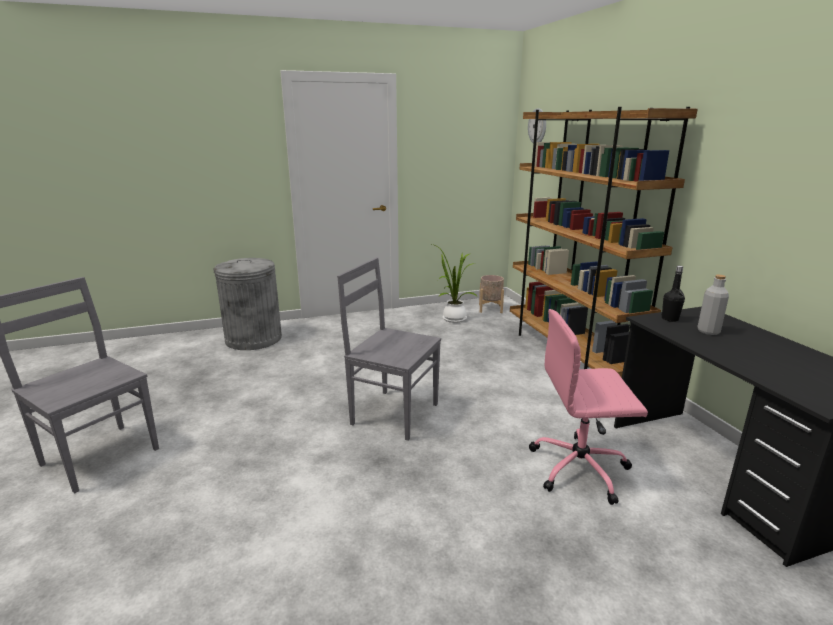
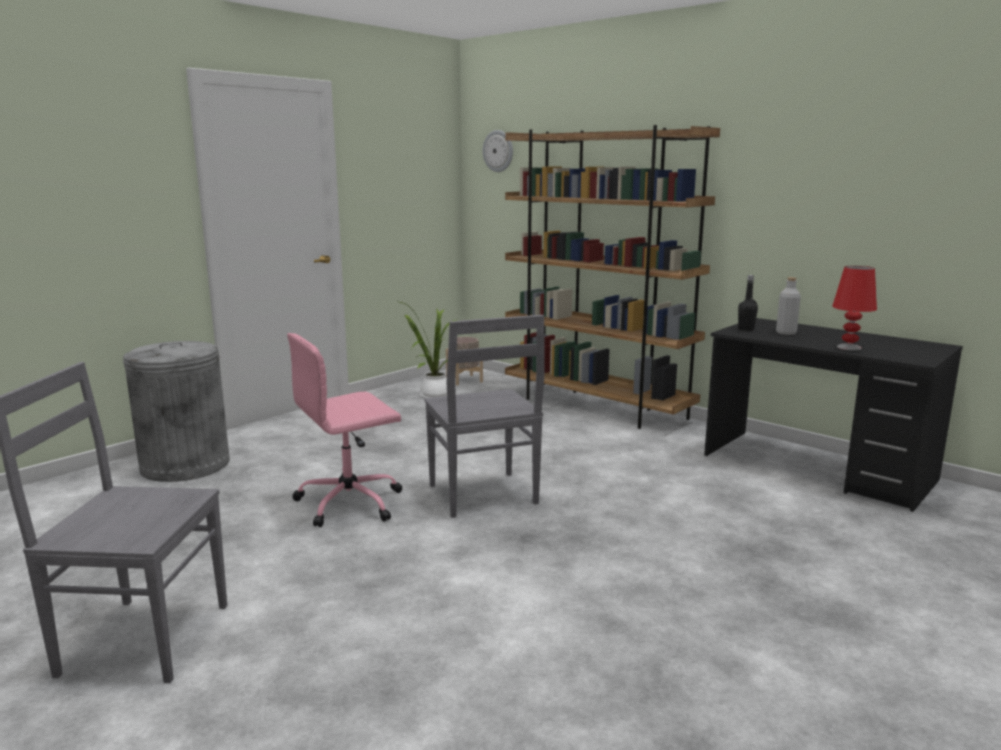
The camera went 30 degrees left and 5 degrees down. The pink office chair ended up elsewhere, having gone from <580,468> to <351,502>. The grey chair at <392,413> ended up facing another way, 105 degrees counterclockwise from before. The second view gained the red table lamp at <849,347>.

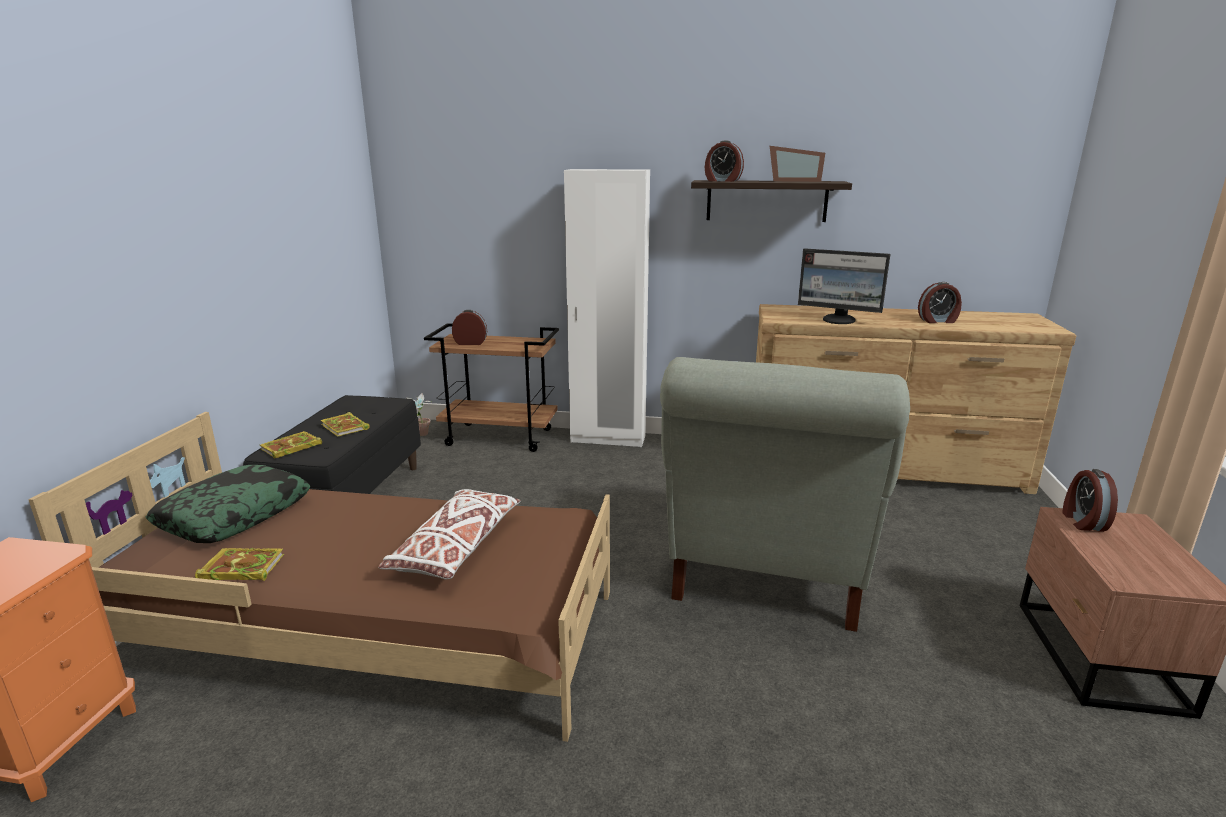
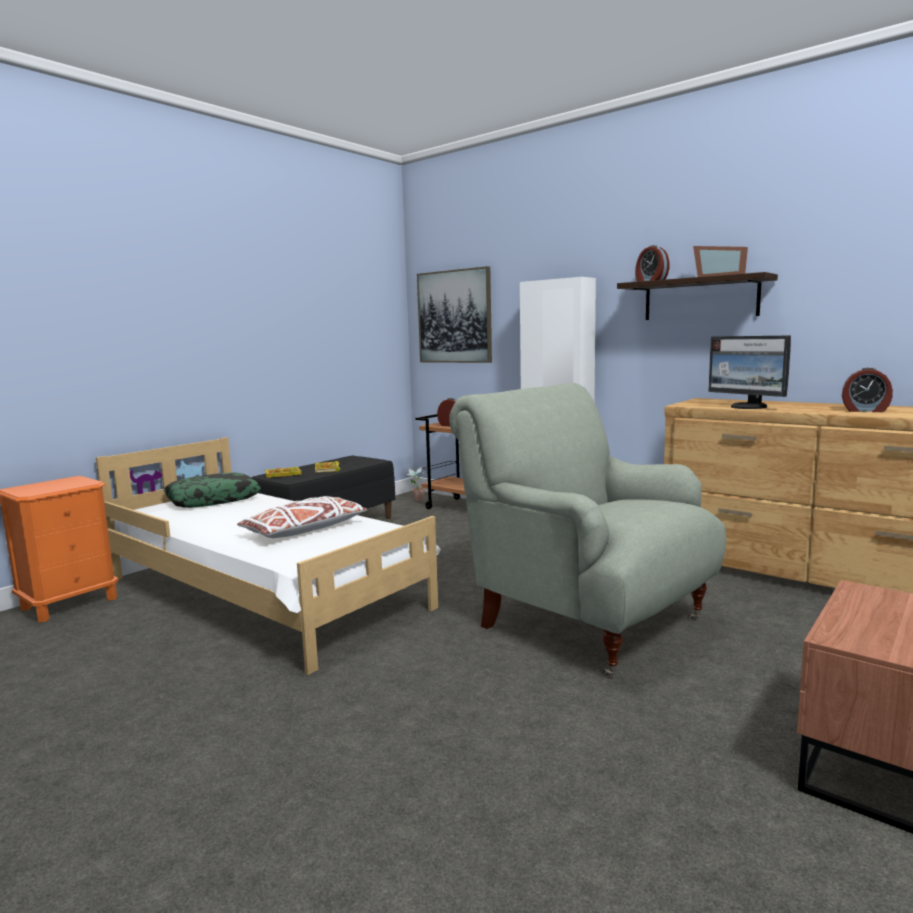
The camera went 30 degrees right and 10 degrees down. What was the brown bed at <375,629> turned into the white bed at <266,593>. The second view gained the picture at <454,317>. The grey armchair at <767,570> ended up facing another way, 90 degrees clockwise from before. The second view lost the book at <240,568>. The second view lost the alarm clock at <1082,521>.

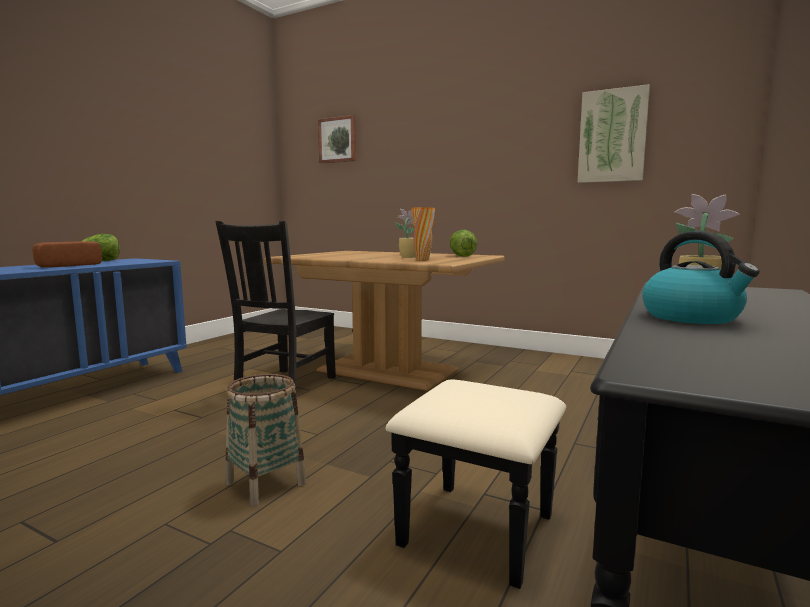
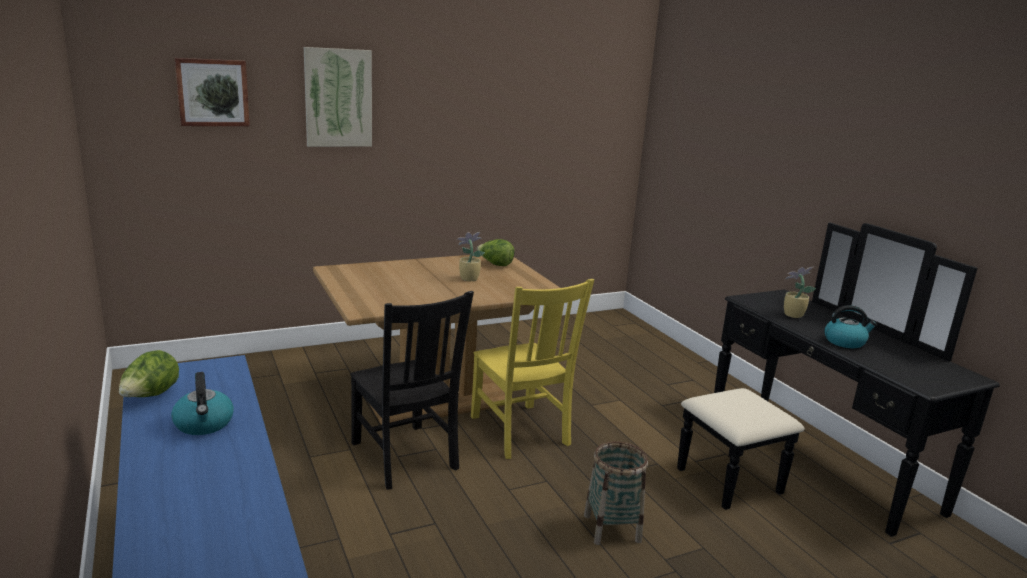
The camera went 55 degrees left and 10 degrees up. Where the bread stood at <66,265>, the kettle came to stand at <204,424>. The picture ended up elsewhere, having gone from <612,136> to <338,98>. The second view gained the yellow chair at <521,432>. The second view lost the orange vase at <422,260>.

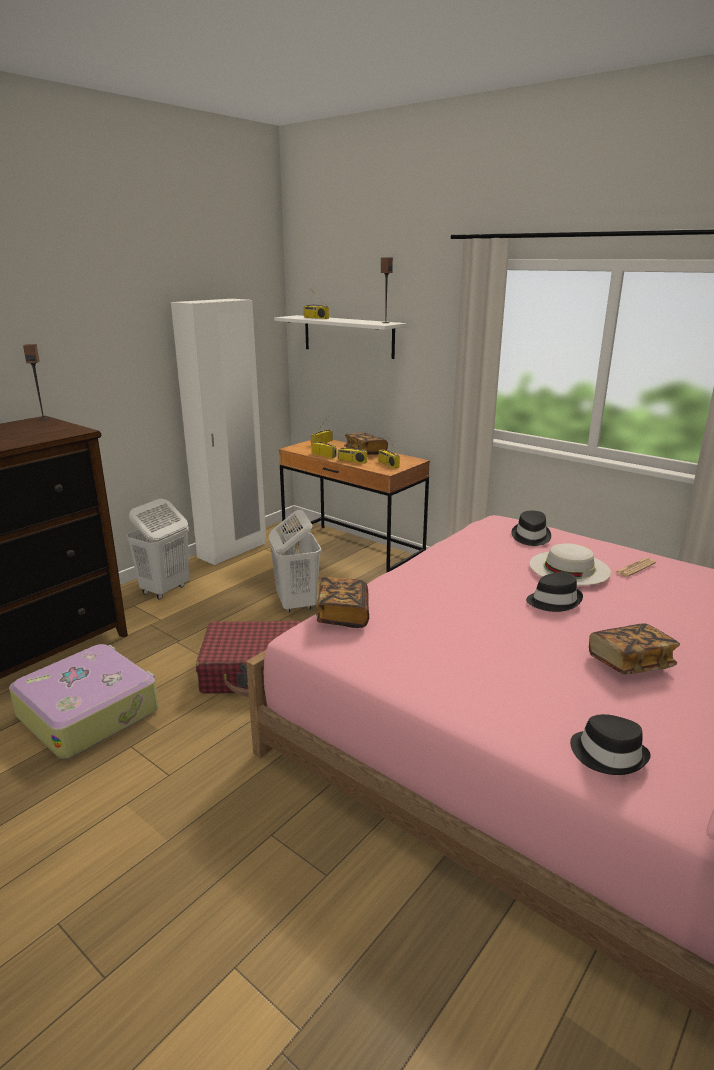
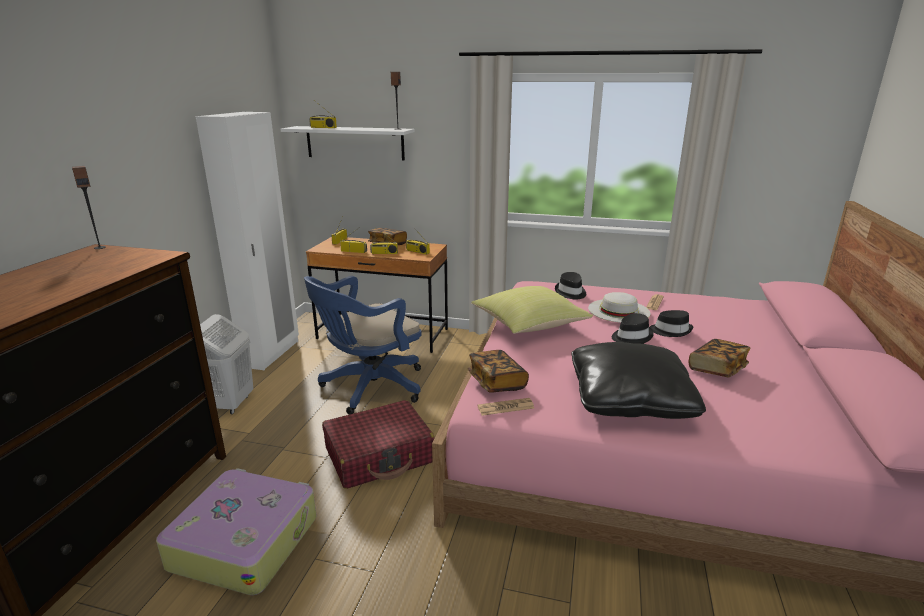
The camera went 25 degrees left and 0 degrees up. Where the white laundry basket stood at <296,604>, the blue office chair came to stand at <369,388>. The second view gained the yellow pillow at <529,326>. The second view gained the newspaper at <505,407>. The second view gained the black pillow at <629,399>. The black hat ended up elsewhere, having gone from <608,754> to <671,330>.

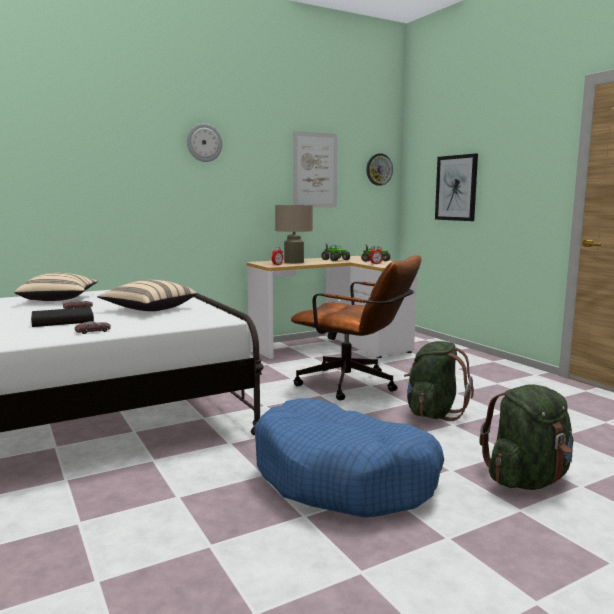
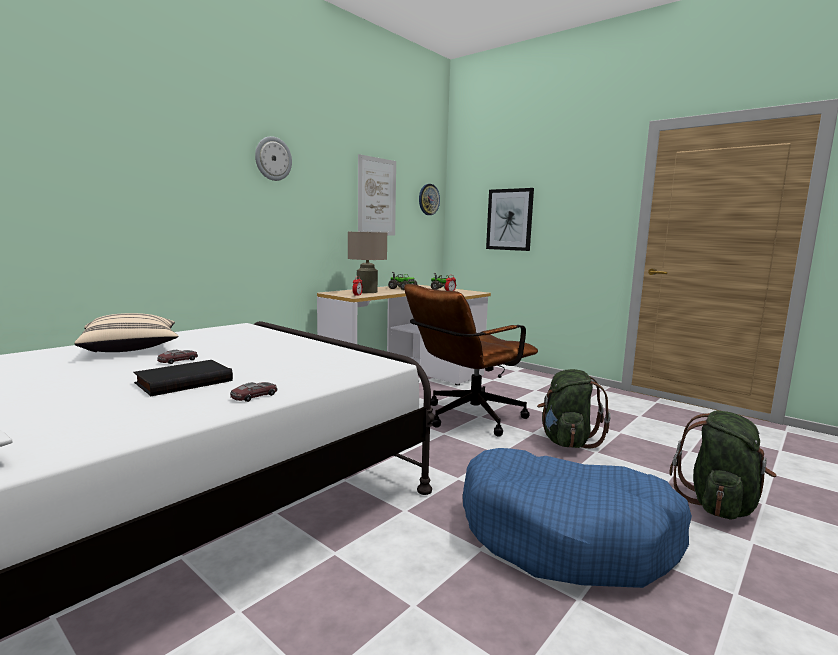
The camera went 20 degrees left and 0 degrees up. The brown office chair at <355,385> ended up facing another way, 135 degrees clockwise from before. The second view lost the beige pillow at <149,309>.

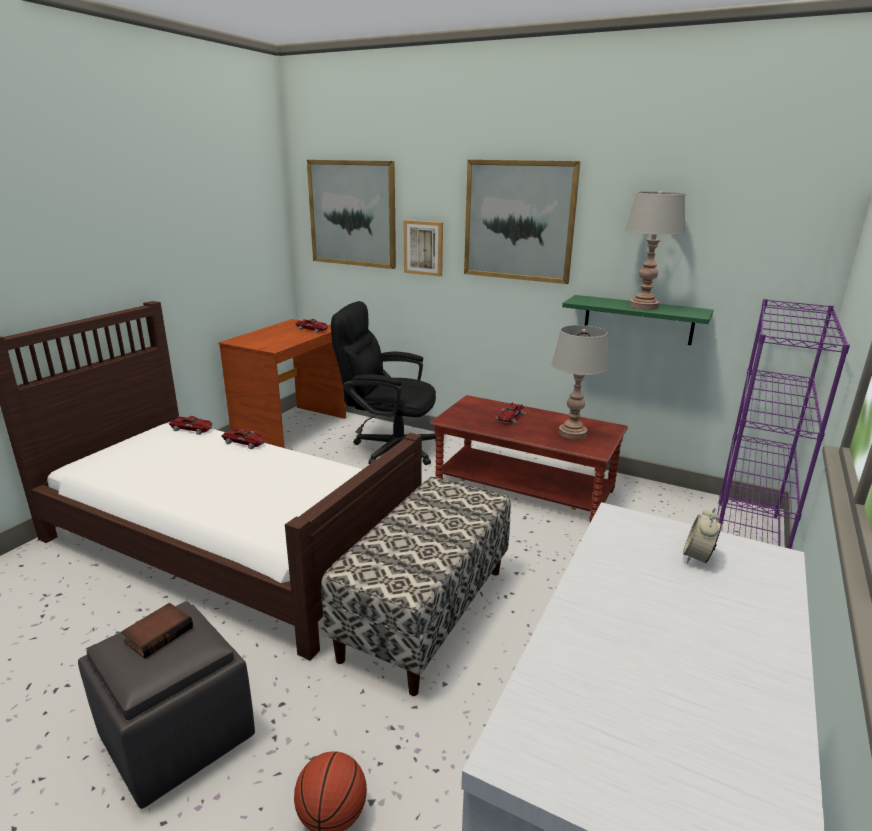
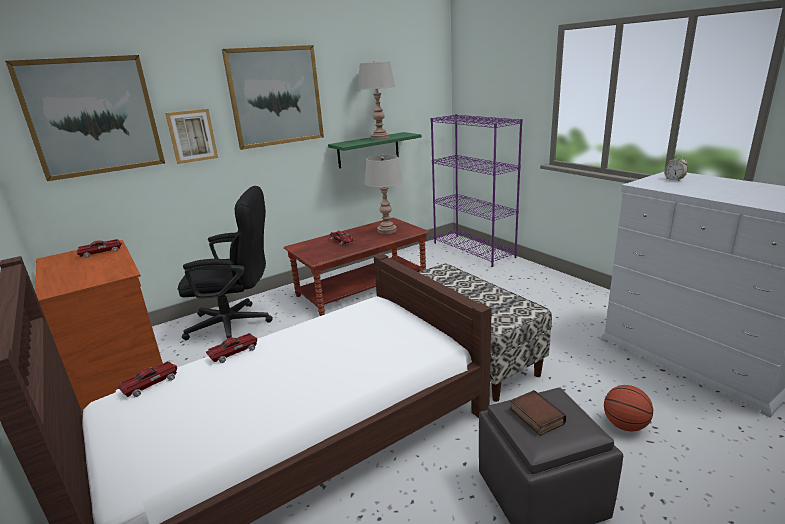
The camera went 60 degrees left and 0 degrees up. The black office chair at <389,447> ended up facing another way, 135 degrees counterclockwise from before.

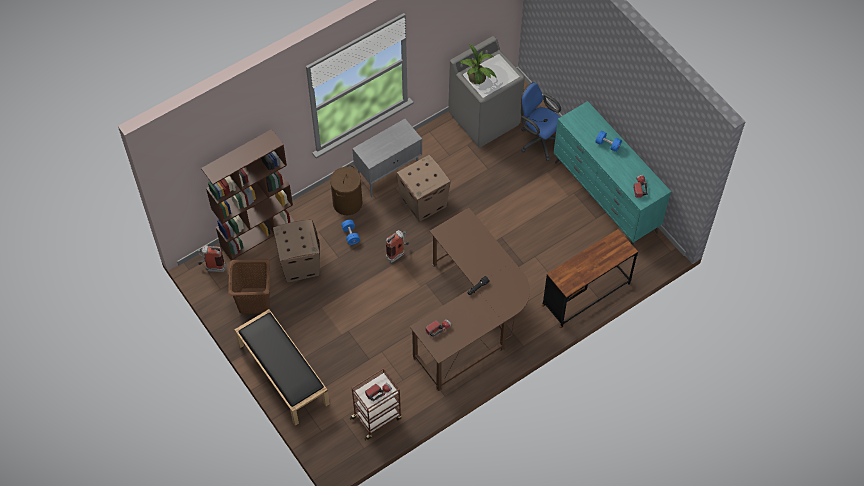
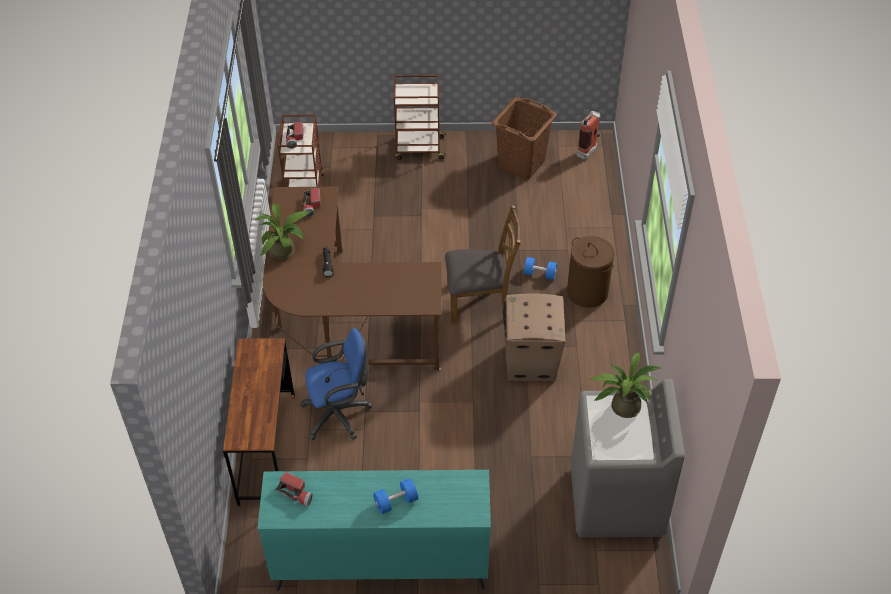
The camera went 125 degrees right and 10 degrees down. The second view gained the potted plant at <285,251>. The blue office chair ended up elsewhere, having gone from <538,140> to <340,414>. Where the black bench stood at <282,373>, the brown cart came to stand at <418,148>. Where the fire extinguisher stood at <398,254>, the brown chair came to stand at <480,302>. The second view lost the brown bookcase at <258,233>. The second view lost the cardboard box at <300,264>. The second view lost the grey cabinet at <389,173>.

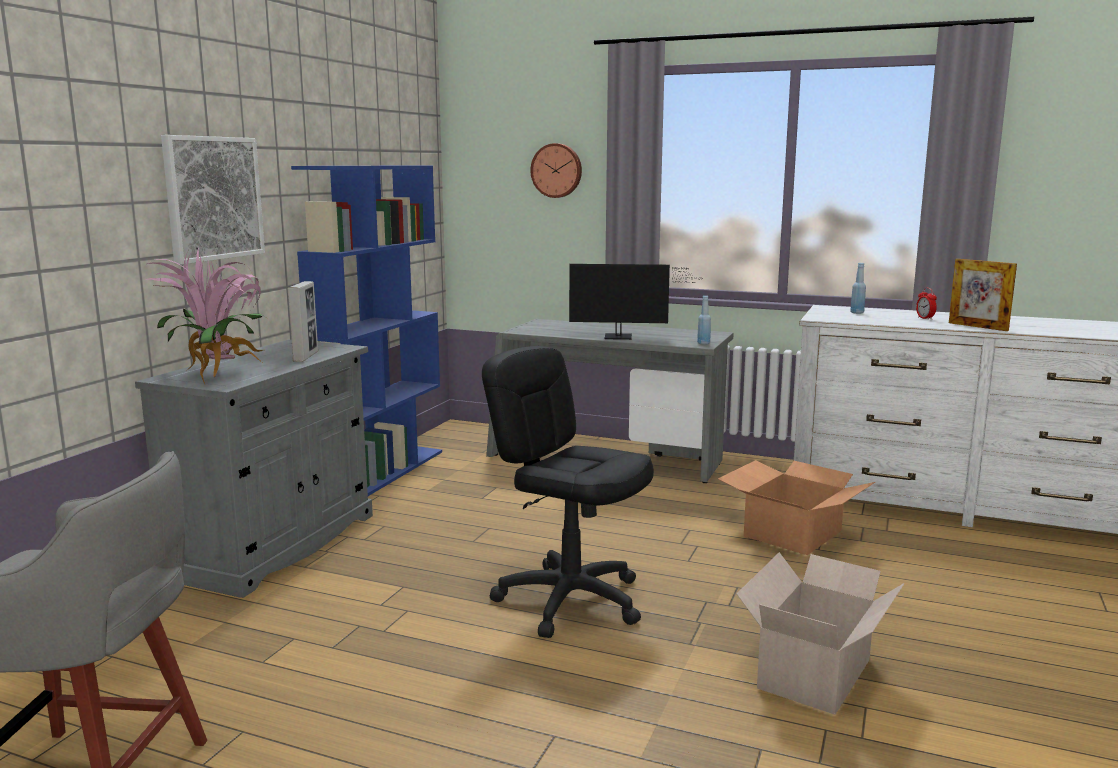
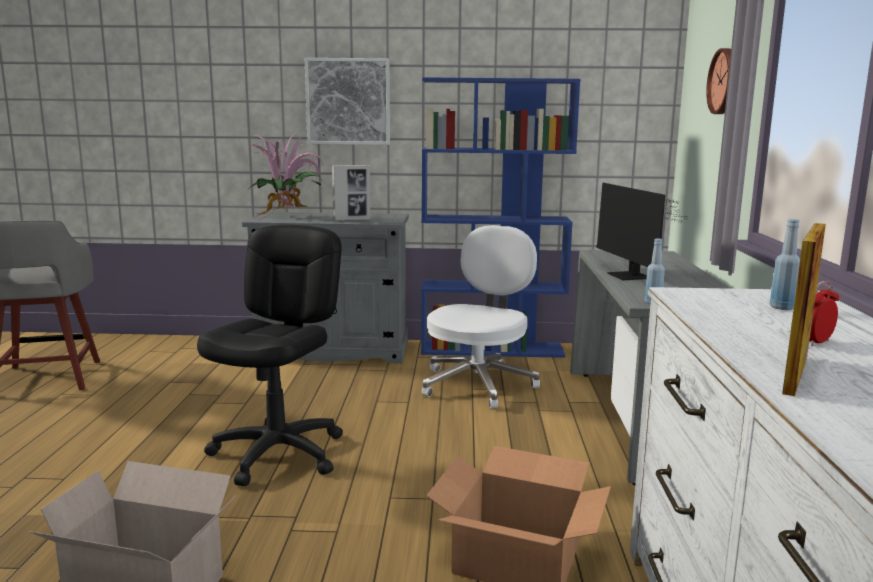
The camera went 70 degrees right and 0 degrees up. The second view gained the white office chair at <478,384>.

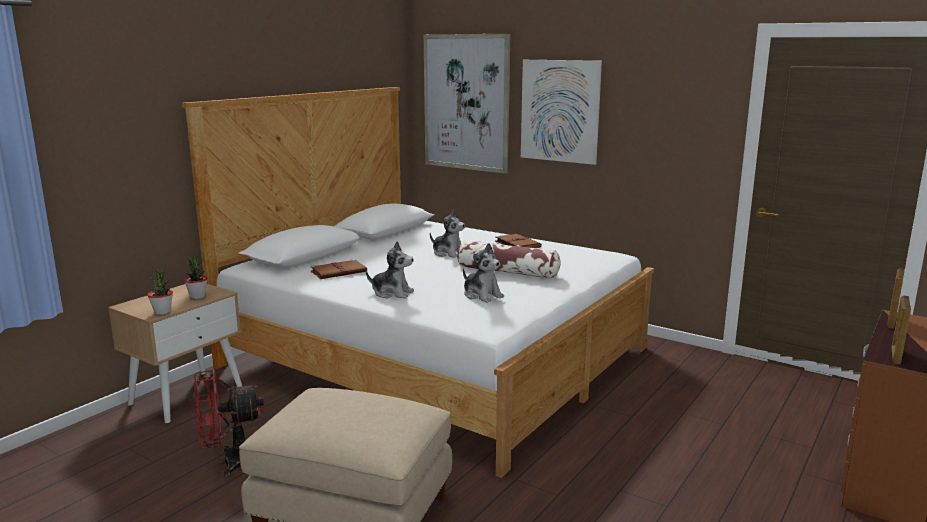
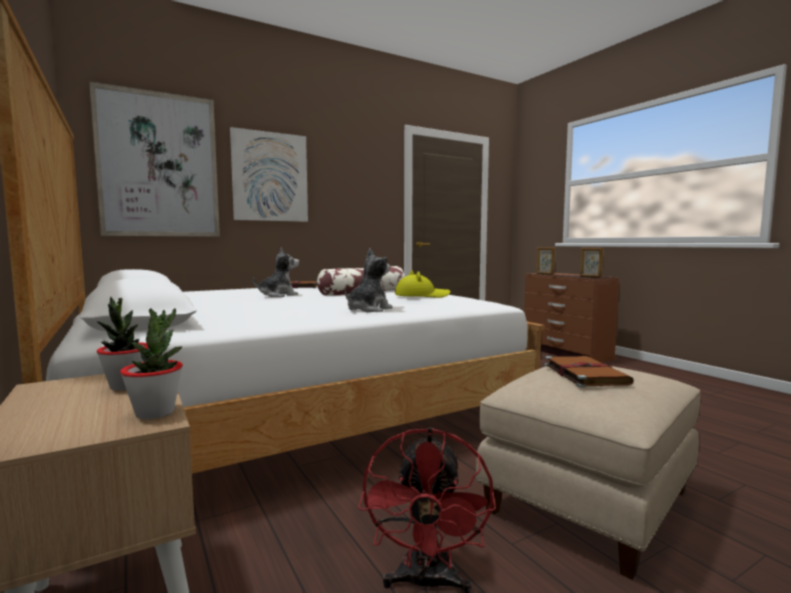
The camera went 65 degrees left and 10 degrees down. Where the plush toy stood at <482,295>, the yellow hat came to stand at <422,296>. The brown book ended up elsewhere, having gone from <339,272> to <584,374>.

